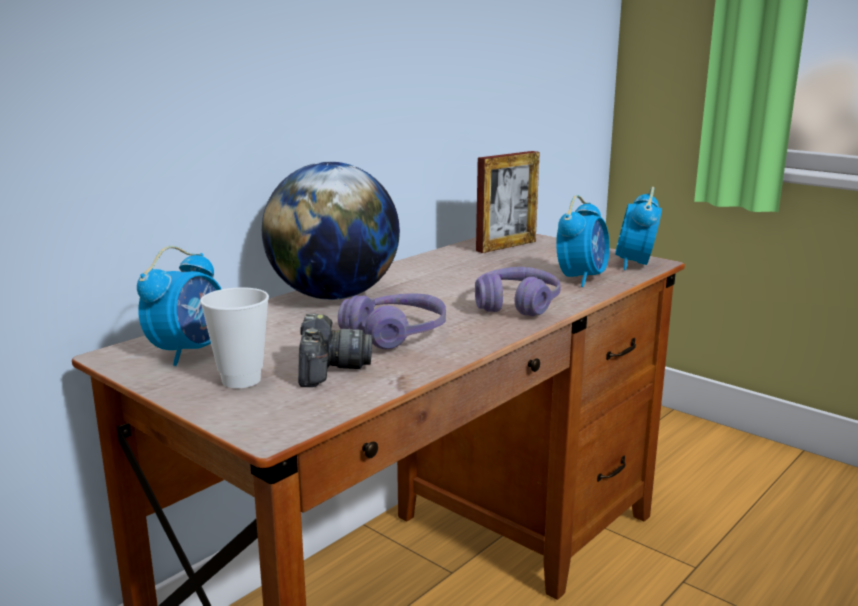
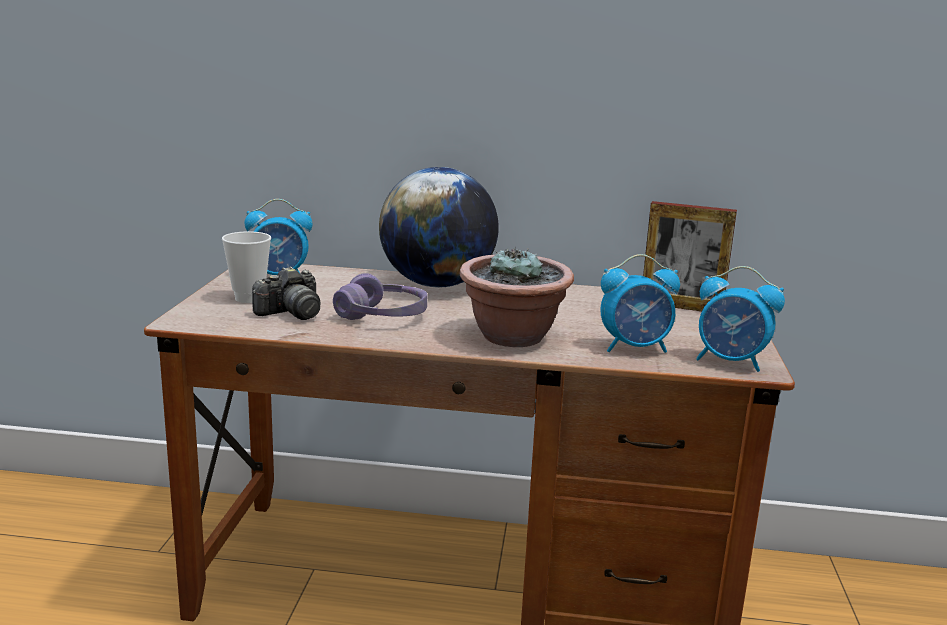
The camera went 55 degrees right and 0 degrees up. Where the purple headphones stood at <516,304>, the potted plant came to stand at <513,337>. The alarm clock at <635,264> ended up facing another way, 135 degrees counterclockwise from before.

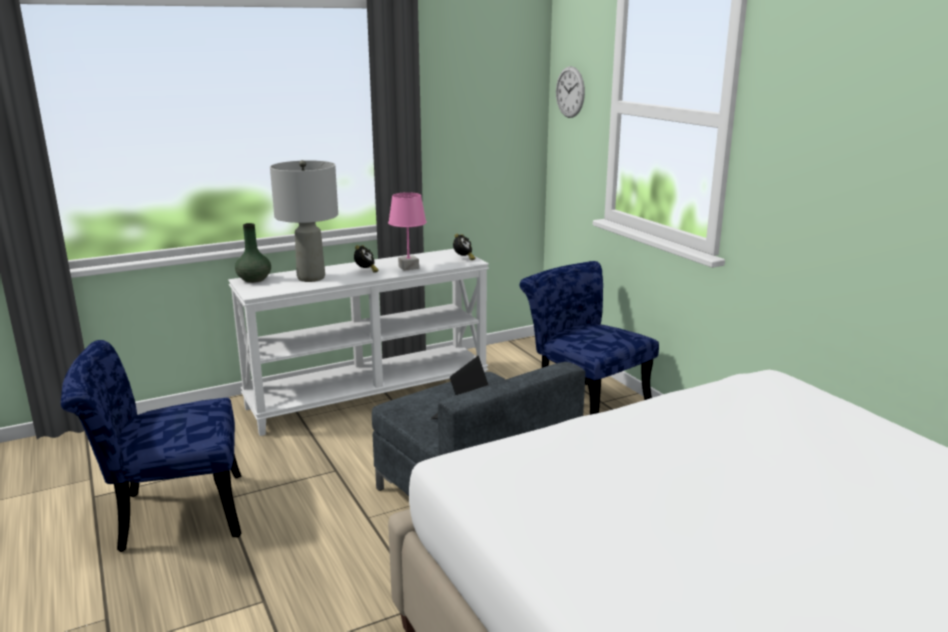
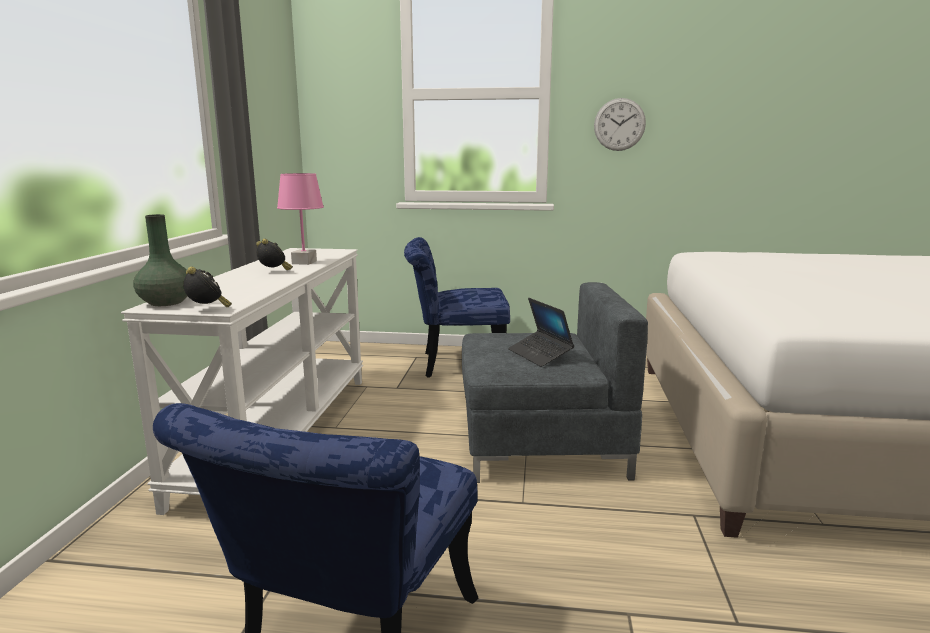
The camera went 55 degrees left and 5 degrees down. The alarm clock ended up elsewhere, having gone from <463,259> to <207,309>. The wall clock ended up elsewhere, having gone from <570,92> to <619,124>. The second view lost the grey table lamp at <311,278>.

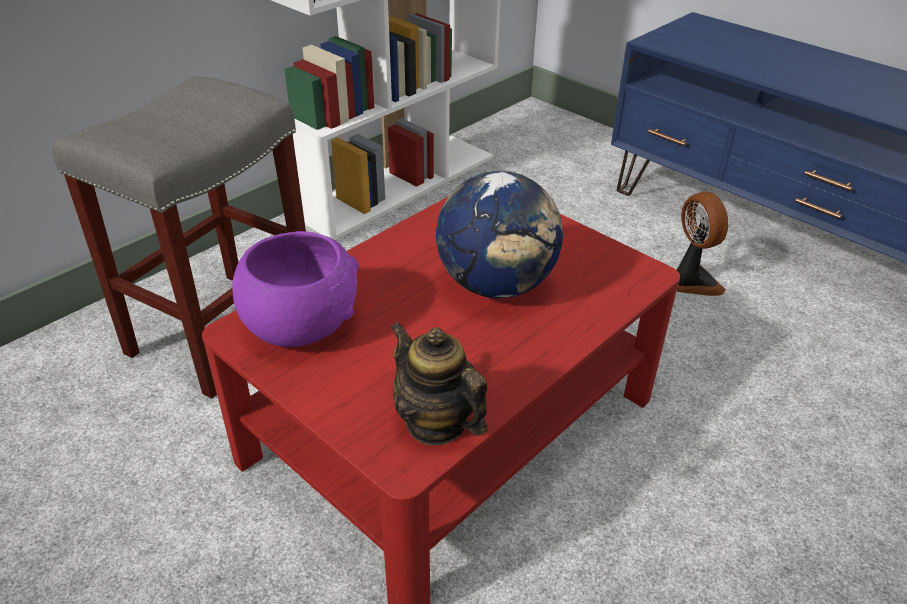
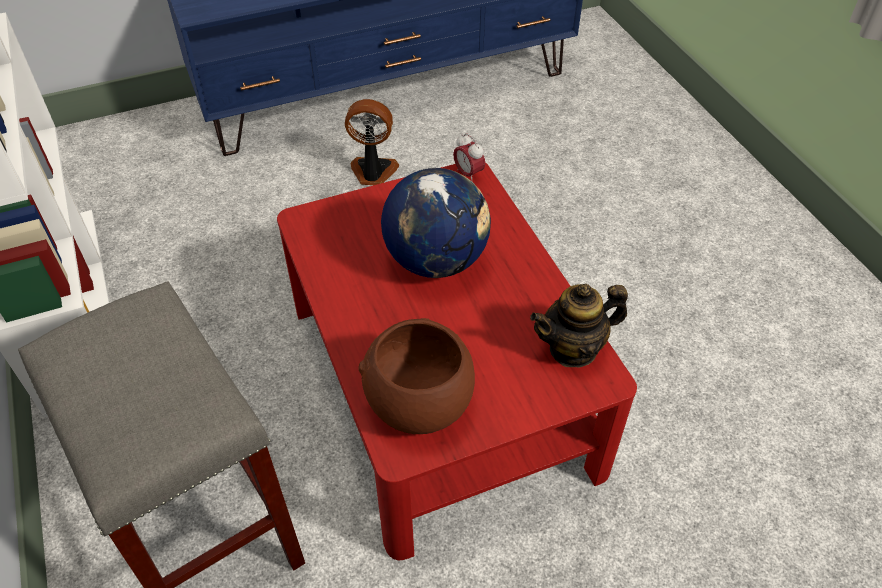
The camera went 65 degrees left and 10 degrees up. What was the purple bowl at <301,325> turned into the brown bowl at <417,402>. The second view gained the alarm clock at <468,174>.

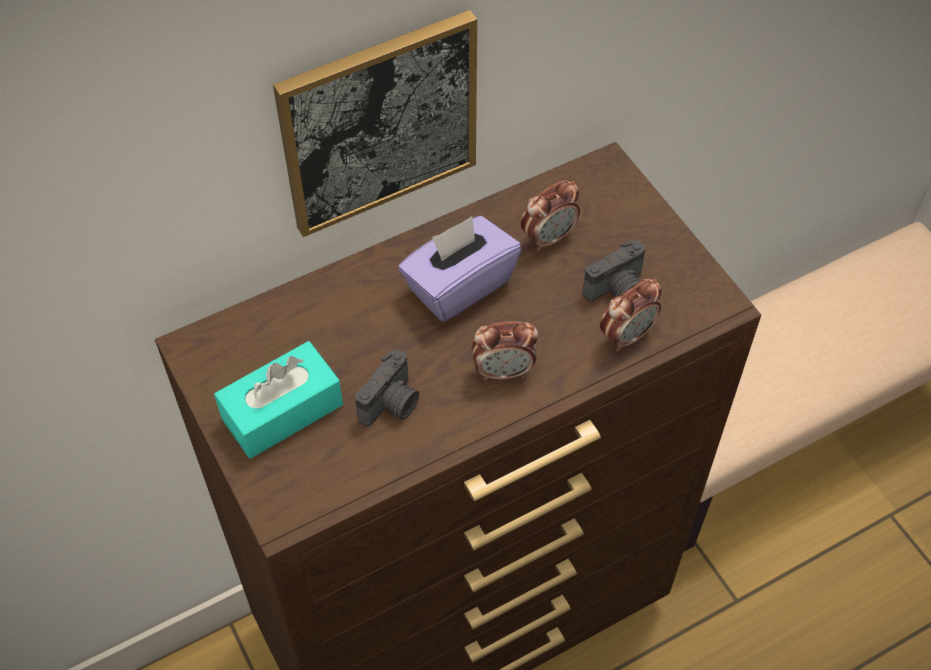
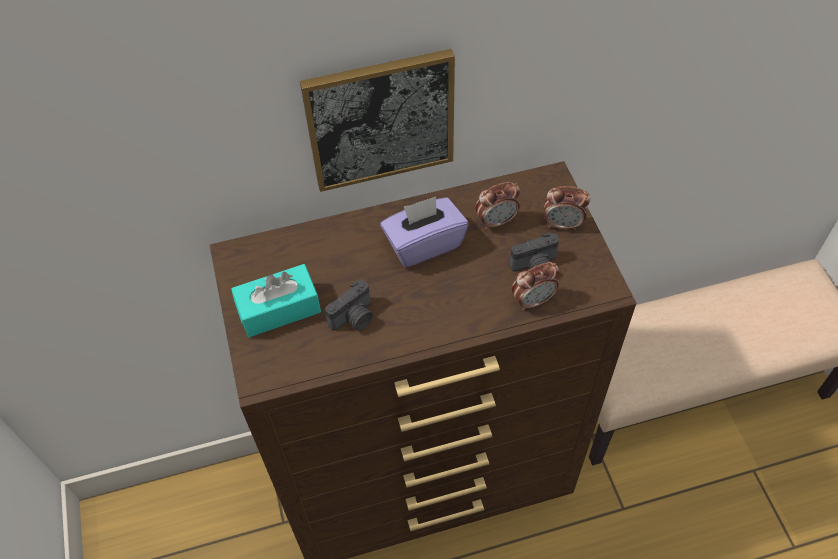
The camera went 15 degrees right and 0 degrees up. The alarm clock ended up elsewhere, having gone from <503,371> to <563,224>.

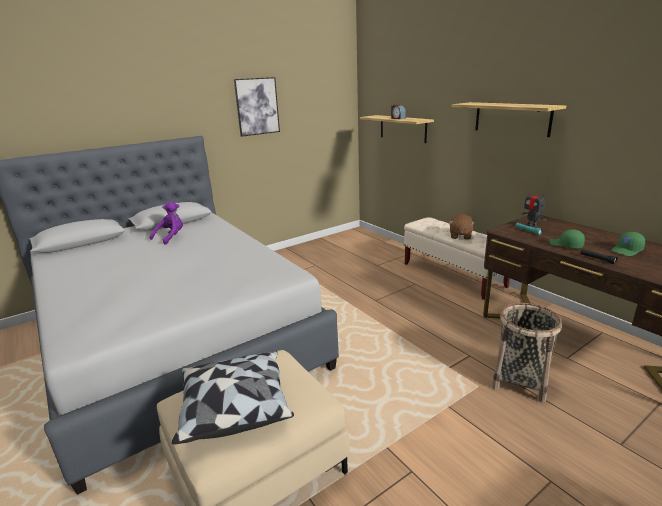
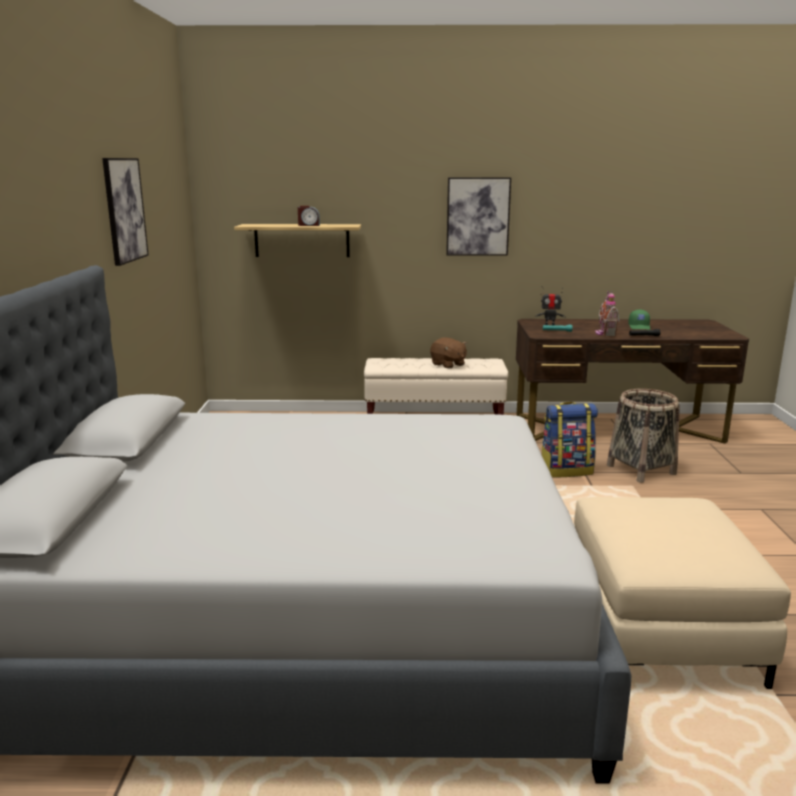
The camera went 55 degrees left and 5 degrees down. Where the shelf hung at <511,118>, the picture came to hang at <478,216>. The second view gained the backpack at <566,470>. Where the green cap stood at <565,245>, the toy house came to stand at <604,333>. The second view lost the purple plush toy at <171,237>. The second view lost the pillow at <234,407>.

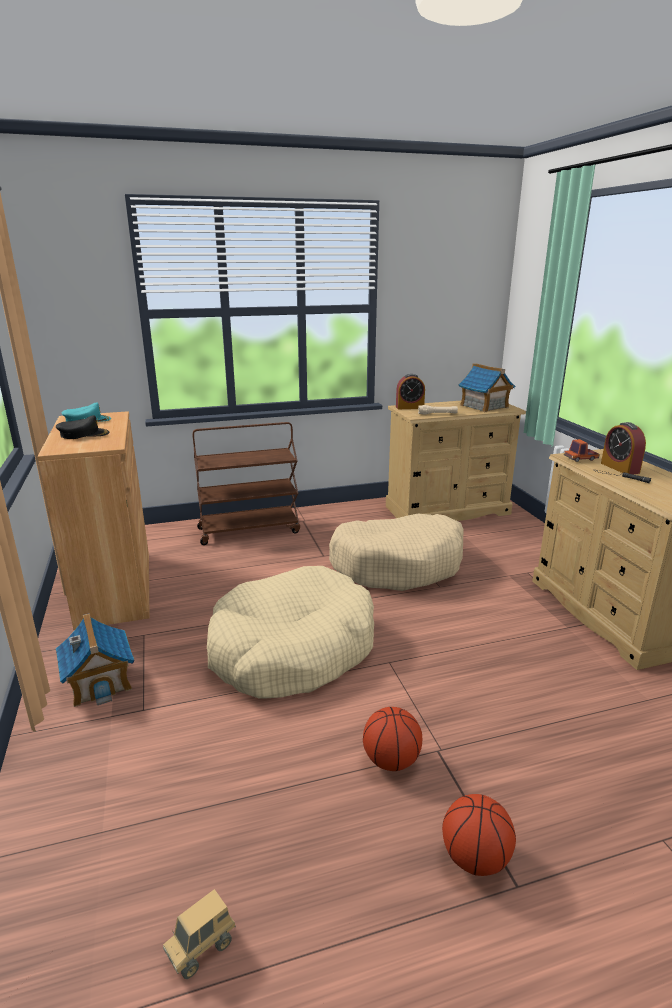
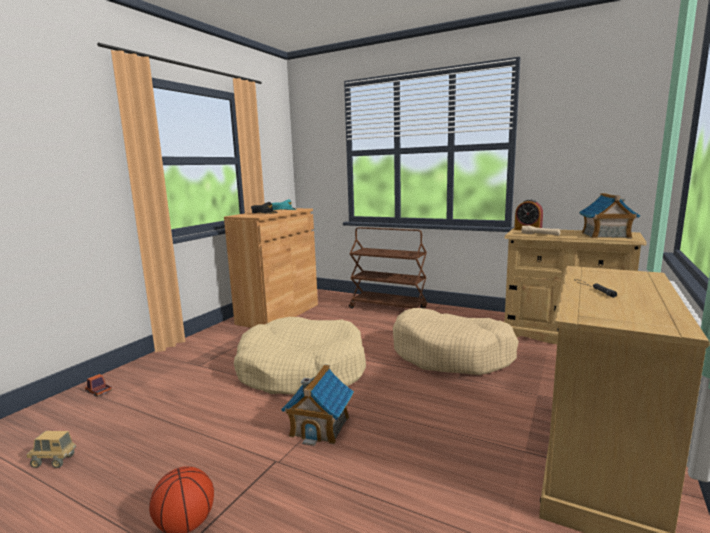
The camera went 45 degrees right and 10 degrees down. The toy truck ended up elsewhere, having gone from <580,458> to <99,392>. The toy house ended up elsewhere, having gone from <100,681> to <320,426>. The second view lost the basketball at <391,760>. The second view lost the alarm clock at <620,468>.

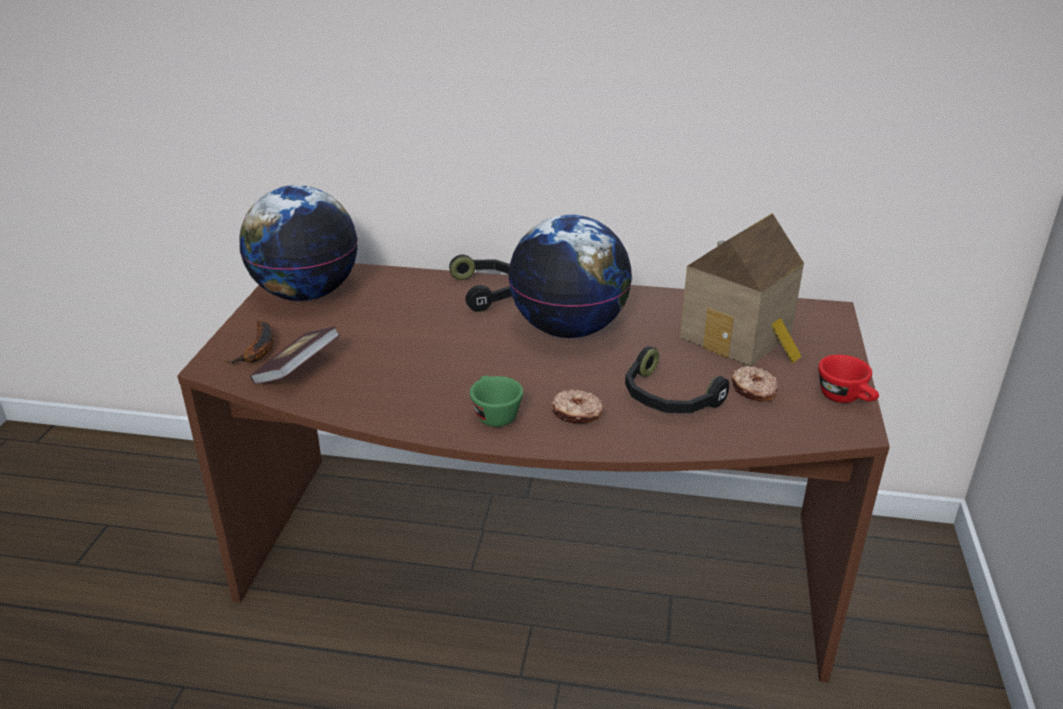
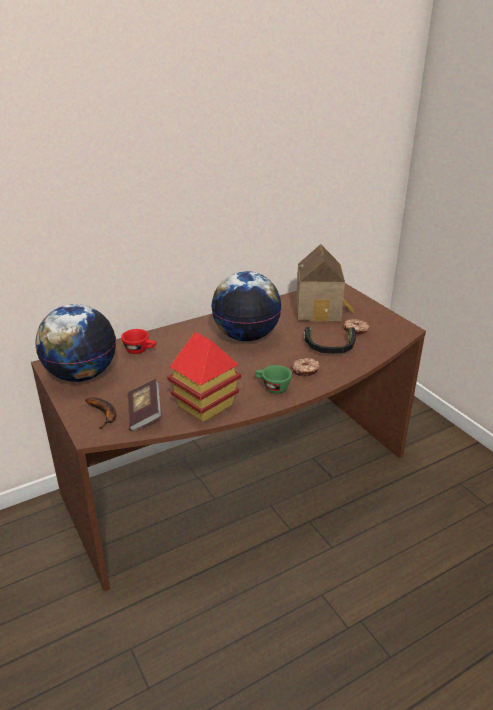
The camera went 40 degrees left and 0 degrees up. The red cup ended up elsewhere, having gone from <846,398> to <140,350>. The second view gained the toy house at <205,406>. The second view lost the black headphones at <488,291>.

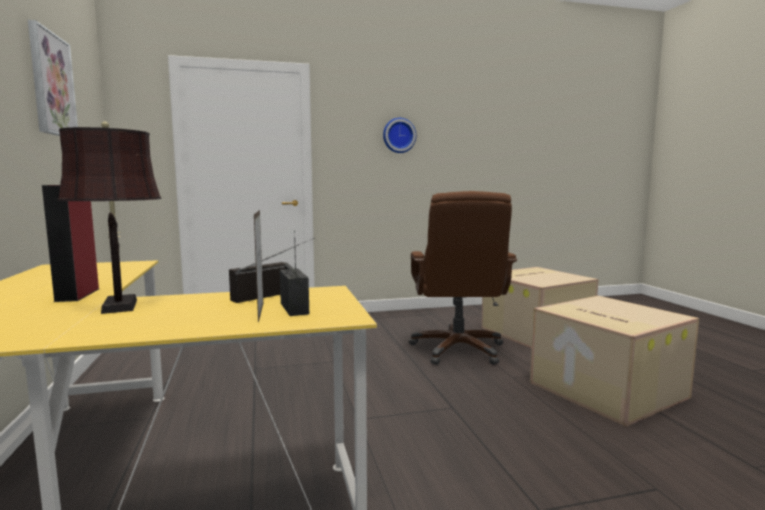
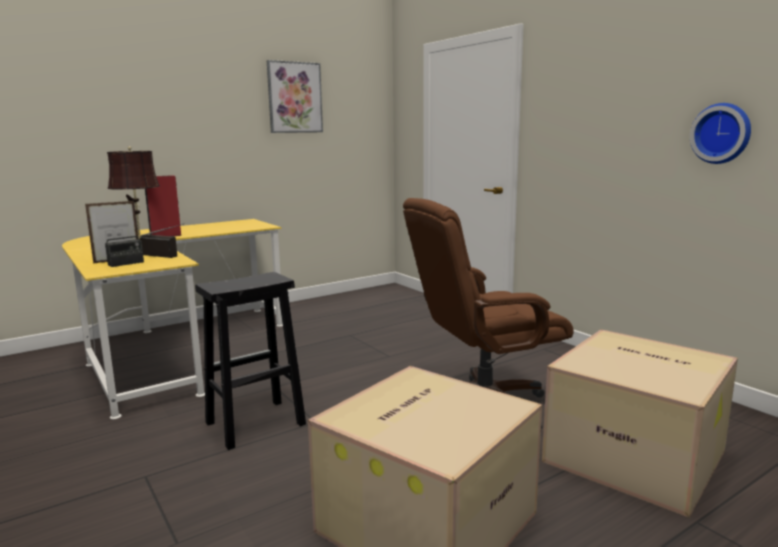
The camera went 70 degrees right and 5 degrees up. The second view gained the black stool at <254,424>. The wall clock ended up elsewhere, having gone from <398,135> to <722,133>.

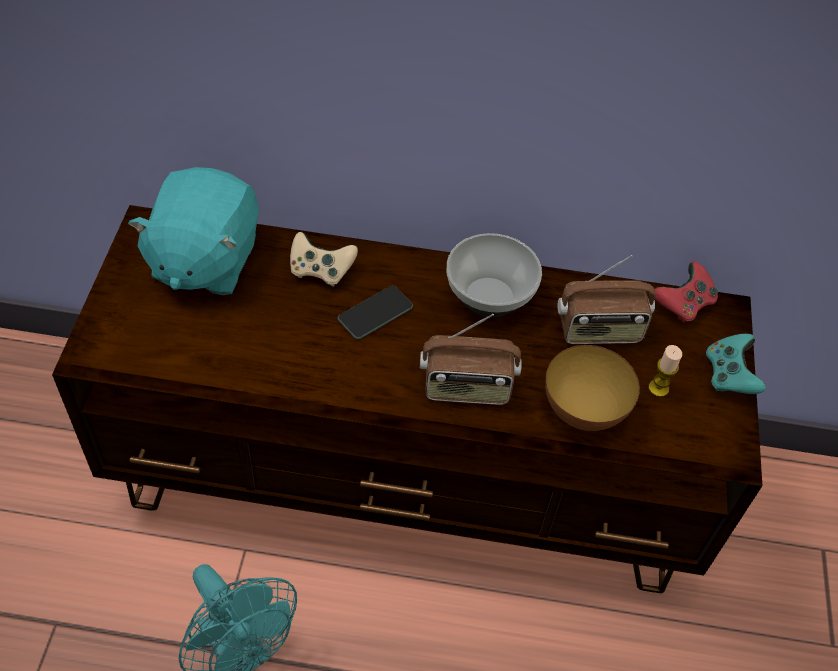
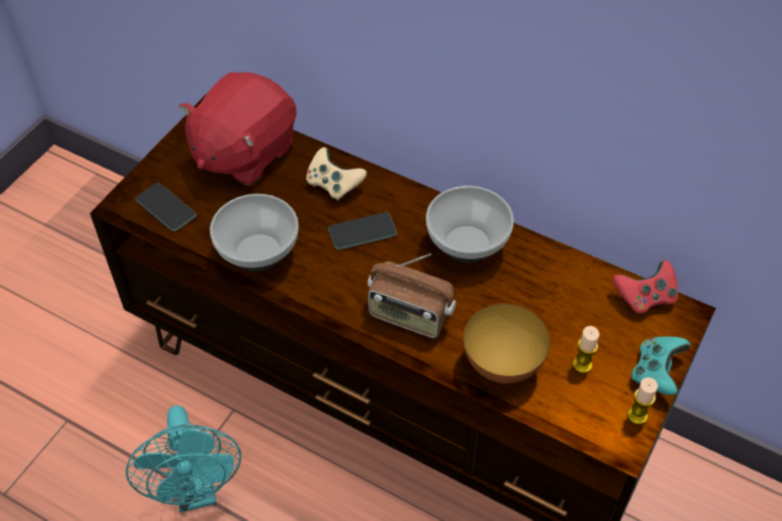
The camera went 25 degrees right and 0 degrees up. The second view gained the phone at <166,208>. What was the turquoise plush toy at <204,260> turned into the red plush toy at <244,153>. The second view gained the bowl at <257,253>. The second view gained the candle at <637,415>. The second view lost the radio at <599,331>.

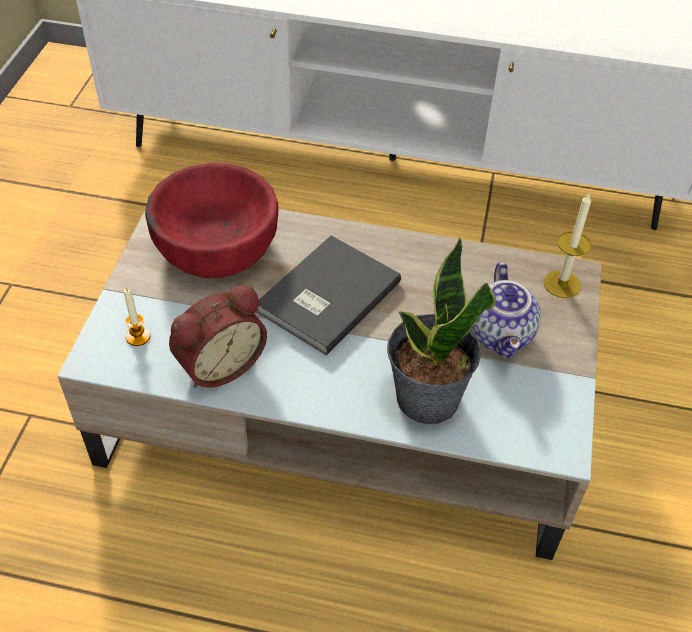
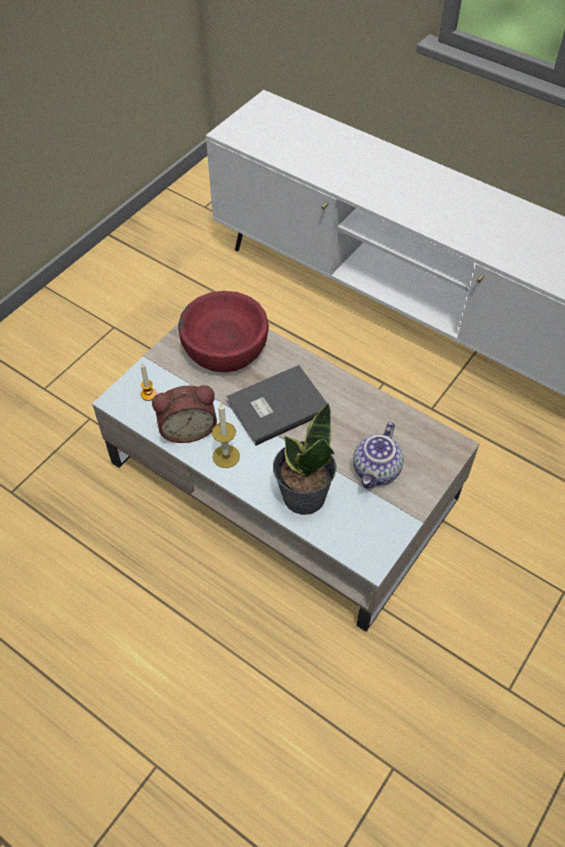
The camera went 25 degrees right and 5 degrees up. The candle ended up elsewhere, having gone from <562,284> to <226,456>.

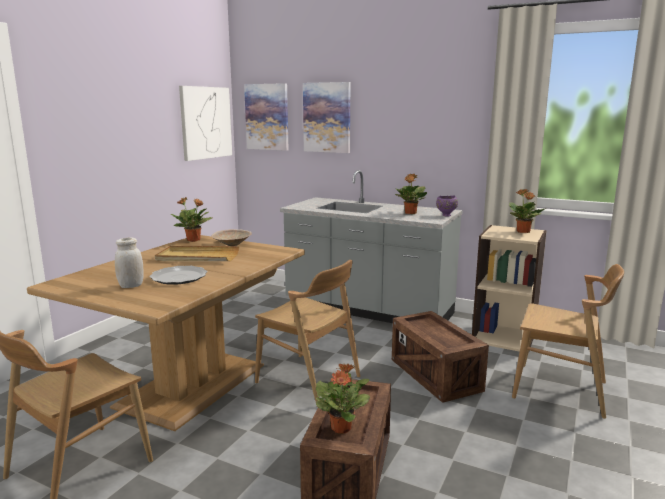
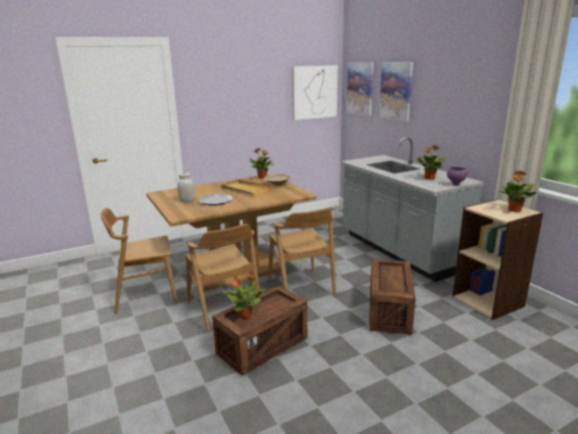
The camera went 35 degrees right and 5 degrees up. The brown chair ended up elsewhere, having gone from <560,390> to <223,309>.

